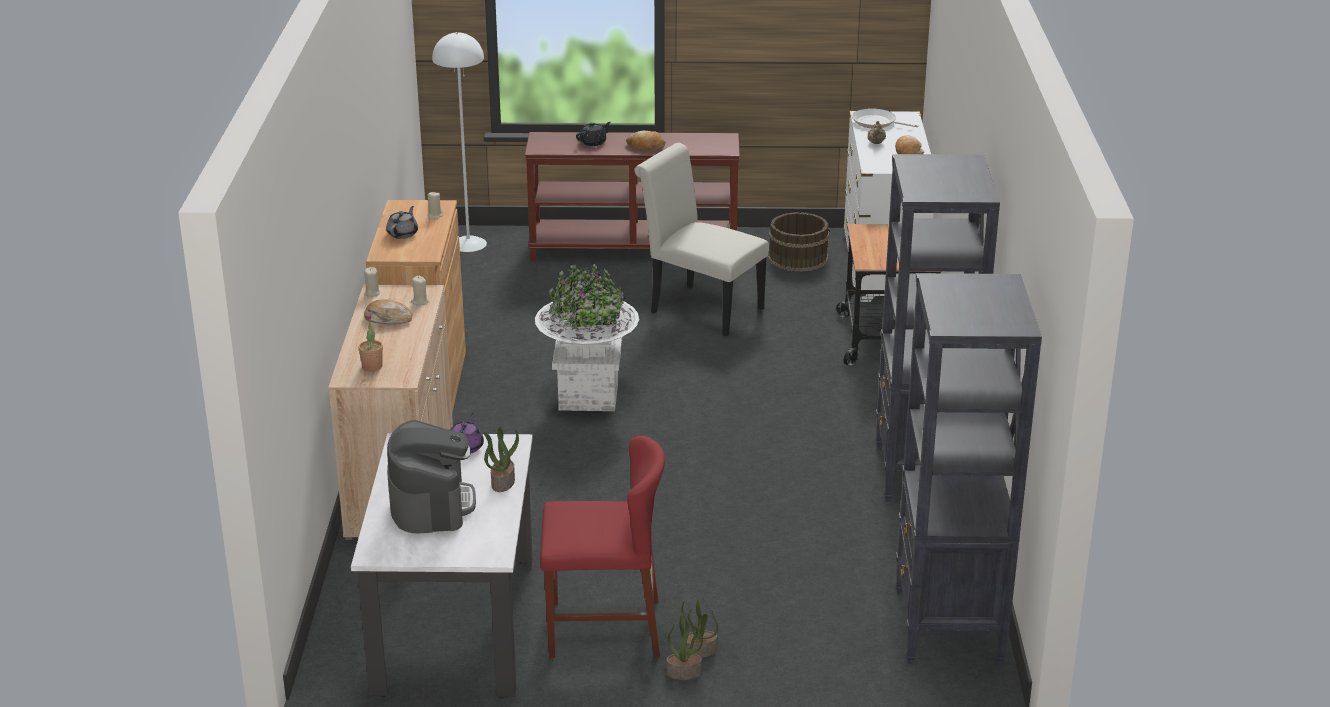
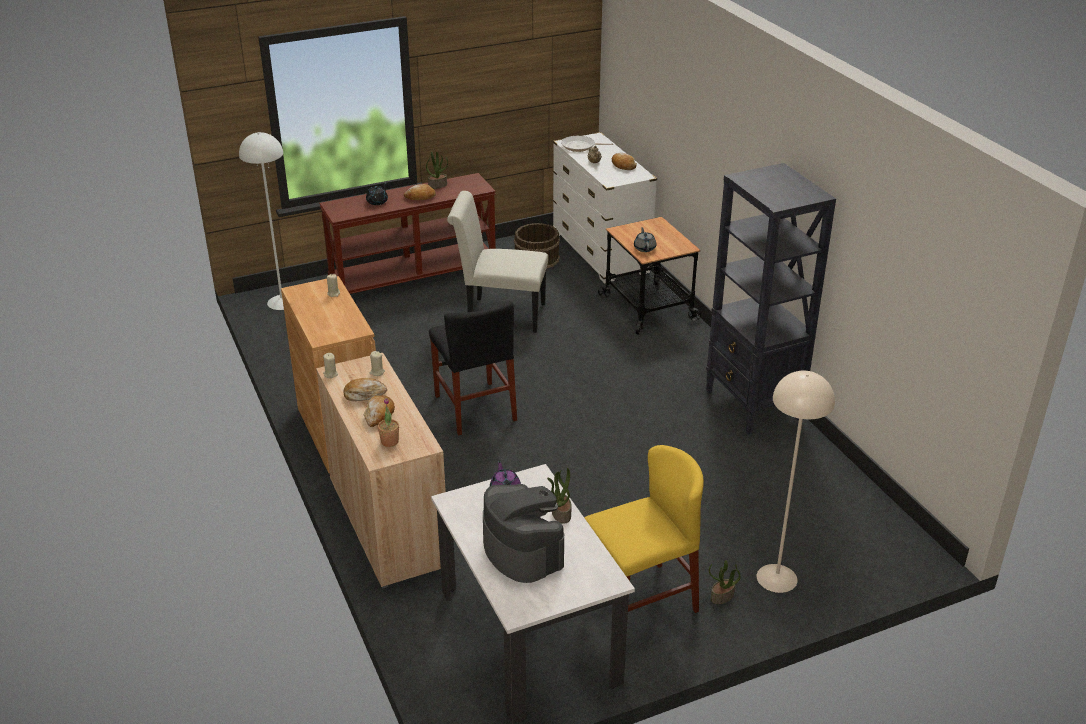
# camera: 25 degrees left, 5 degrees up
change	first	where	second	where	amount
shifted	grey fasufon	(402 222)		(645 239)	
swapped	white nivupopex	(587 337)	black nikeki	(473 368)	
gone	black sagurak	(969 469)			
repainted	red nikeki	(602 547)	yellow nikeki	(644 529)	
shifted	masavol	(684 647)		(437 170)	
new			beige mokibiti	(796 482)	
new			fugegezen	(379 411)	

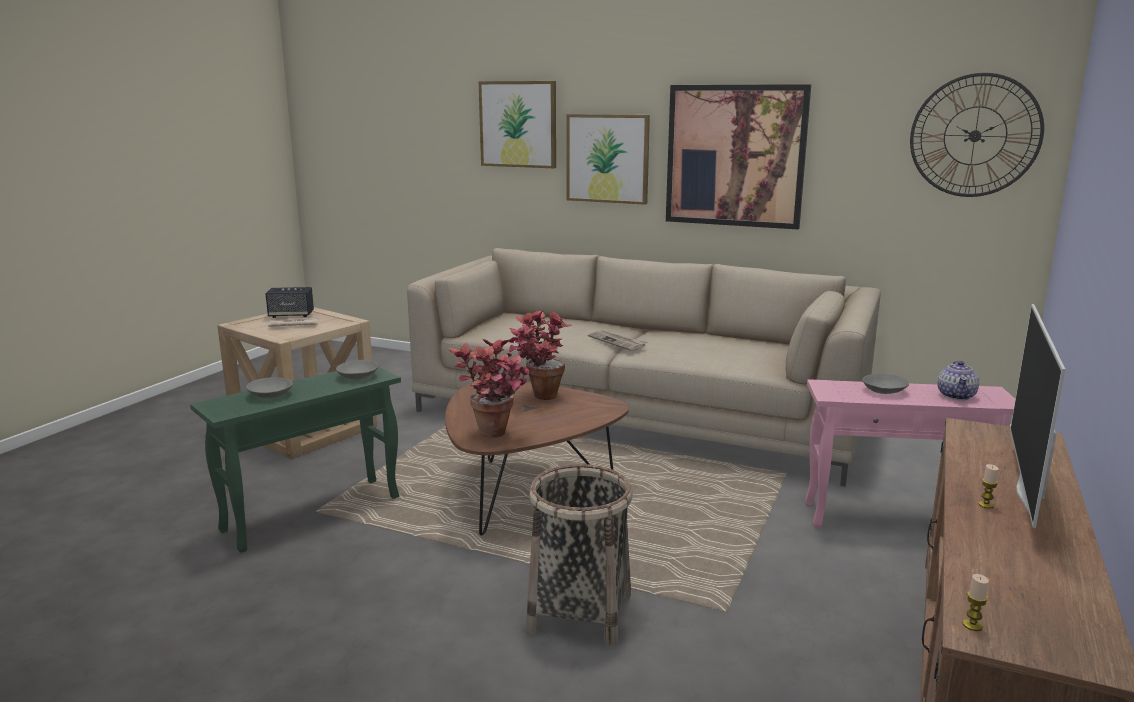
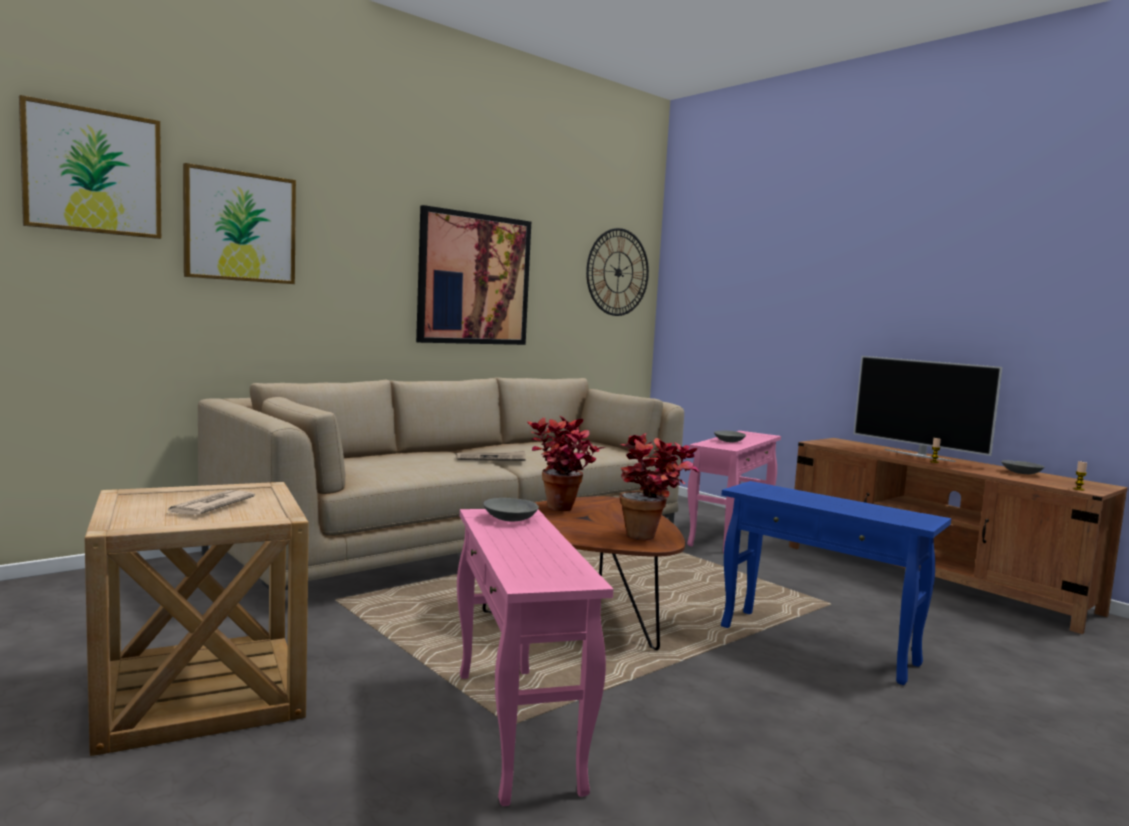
# camera: 65 degrees left, 10 degrees down
change	first	where	second	where	amount
shifted	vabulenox	(608 159)		(90 167)	
gone	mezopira	(289 302)			
gone	fasufon	(958 380)			
repainted	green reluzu	(295 460)	pink reluzu	(535 657)	
shifted	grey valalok	(269 387)		(1022 467)	
swapped	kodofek	(579 555)	blue reluzu	(836 583)	

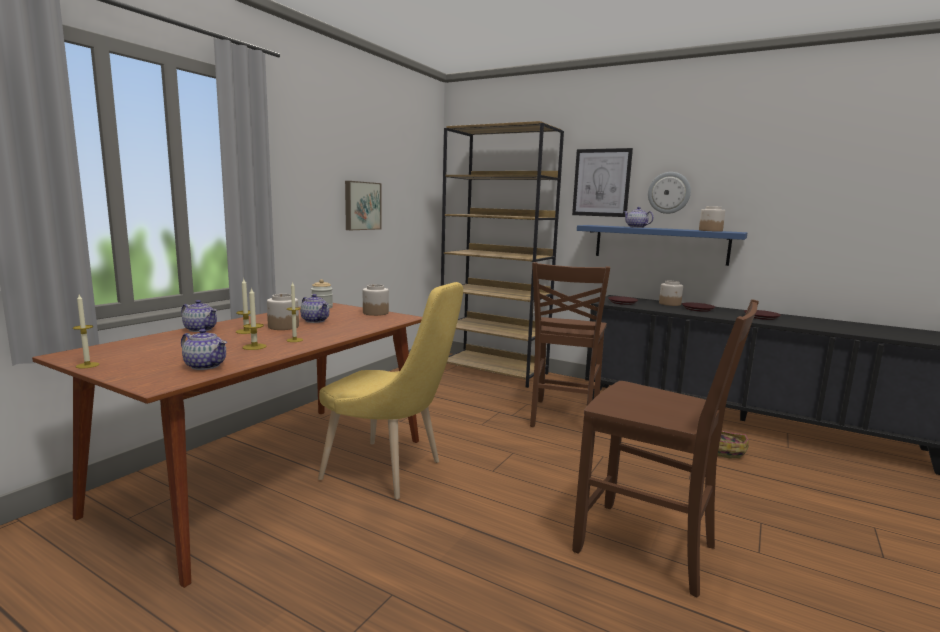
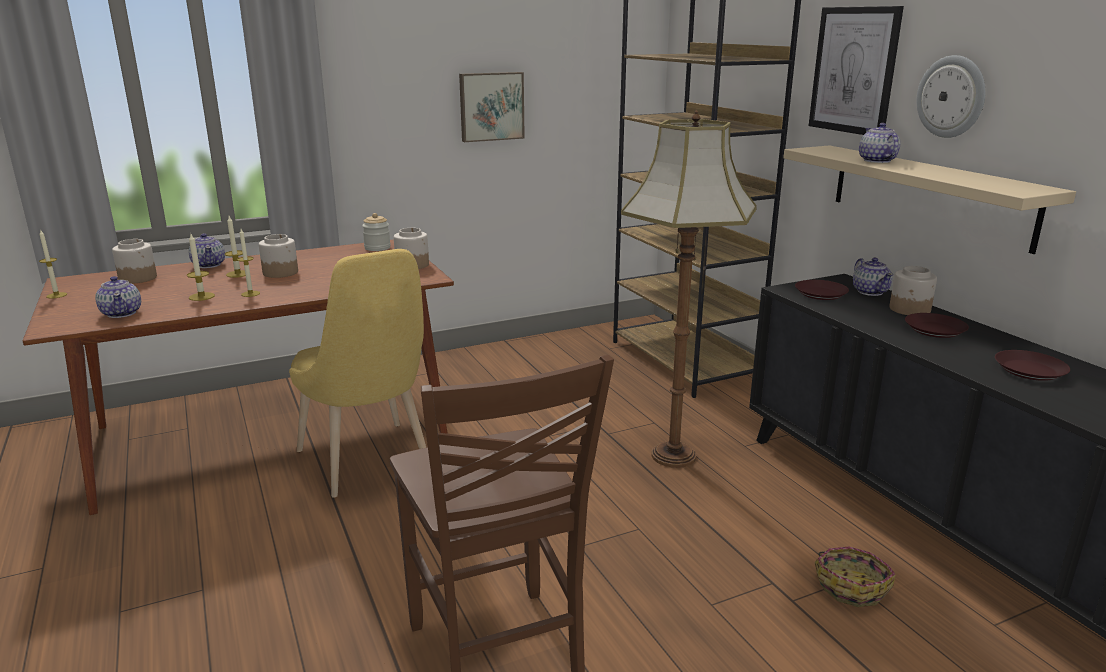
# camera: 35 degrees right, 10 degrees up
change	first	where	second	where	amount
shifted	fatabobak	(712 219)		(134 261)	
repainted	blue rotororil	(662 245)	beige rotororil	(929 199)	
swapped	brown nikeki	(570 344)	mokibiti	(689 288)	
shifted	fasufon	(314 308)		(873 277)	

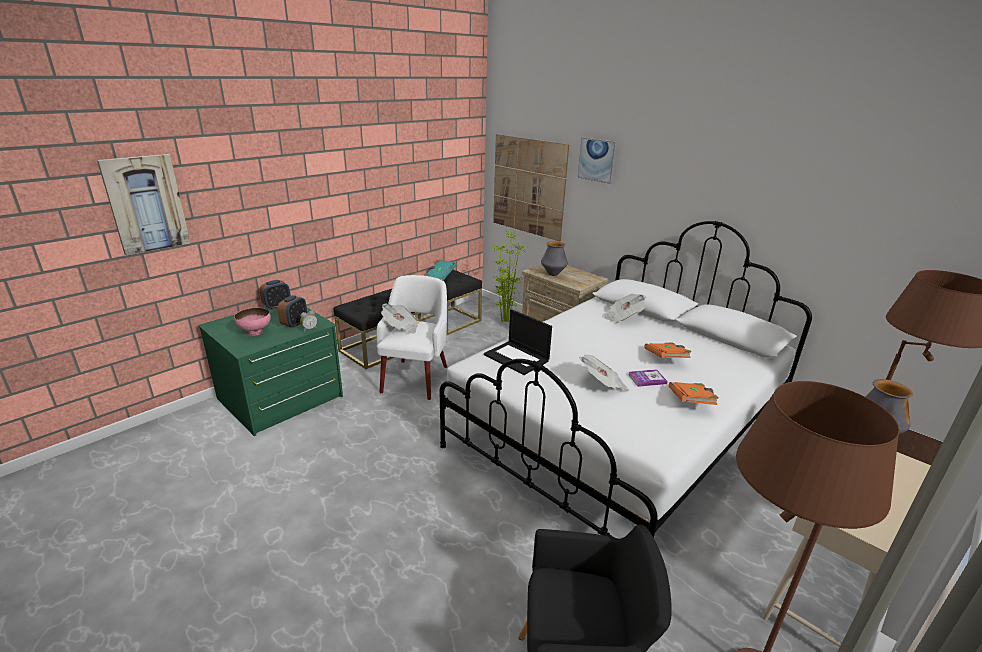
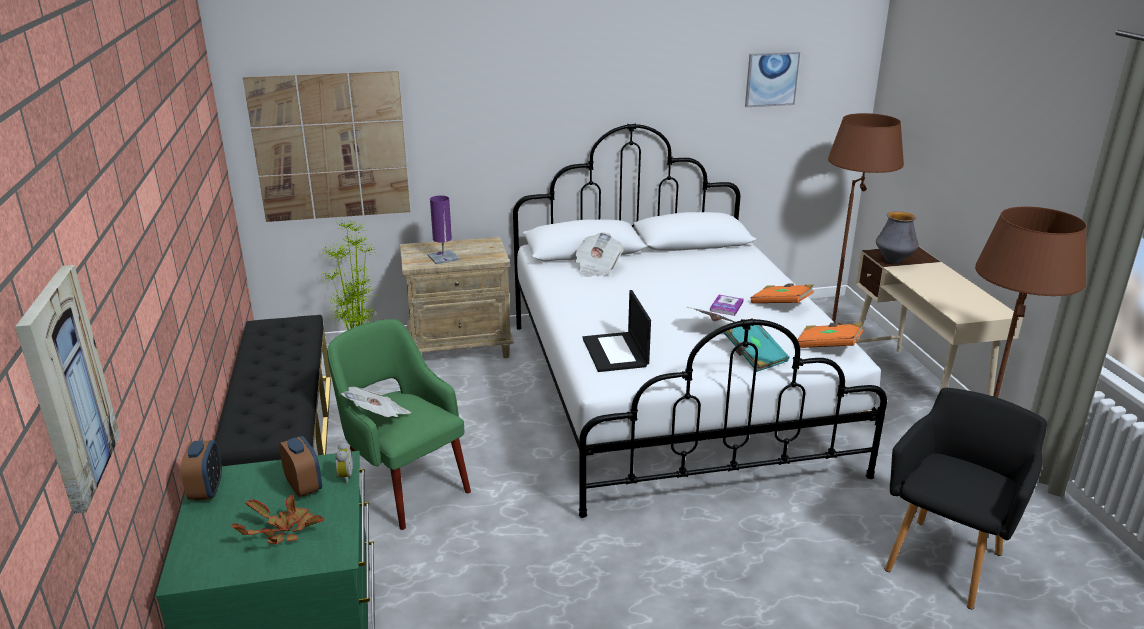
# camera: 55 degrees left, 0 degrees up
change	first	where	second	where	amount
shifted	vabulenox	(597 160)		(772 79)	
swapped	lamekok	(554 258)	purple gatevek	(444 229)	
shifted	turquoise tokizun	(440 270)		(756 348)	
repainted	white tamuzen	(412 337)	green tamuzen	(399 424)	
swapped	pink valalok	(252 321)	masavol	(278 519)	
rotated	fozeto	(518 342)		(617 331)	90 degrees clockwise
shifted	orange tokizun	(667 350)		(830 335)	

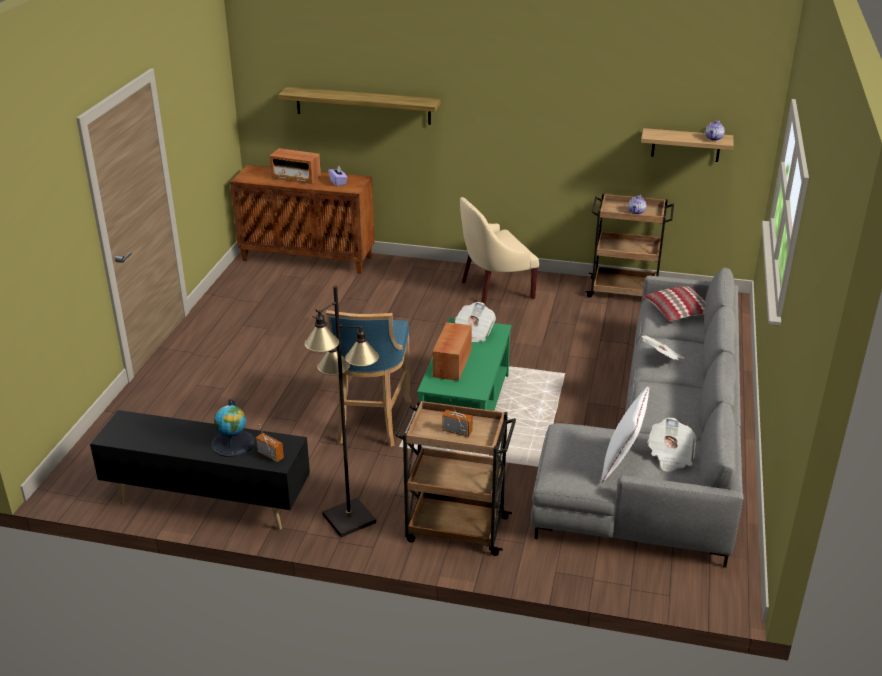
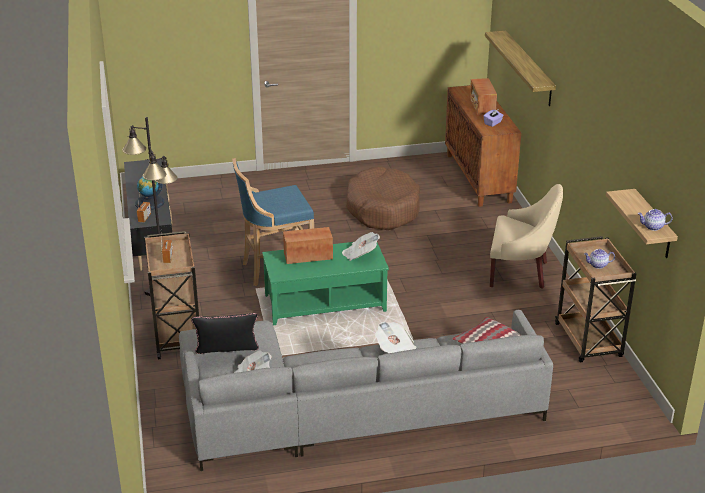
# camera: 65 degrees right, 0 degrees up
change	first	where	second	where	amount
rotated	beige tamuzen	(499 250)		(526 236)	150 degrees clockwise
repainted	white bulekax	(625 434)	black bulekax	(225 333)	
new			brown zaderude	(383 198)	

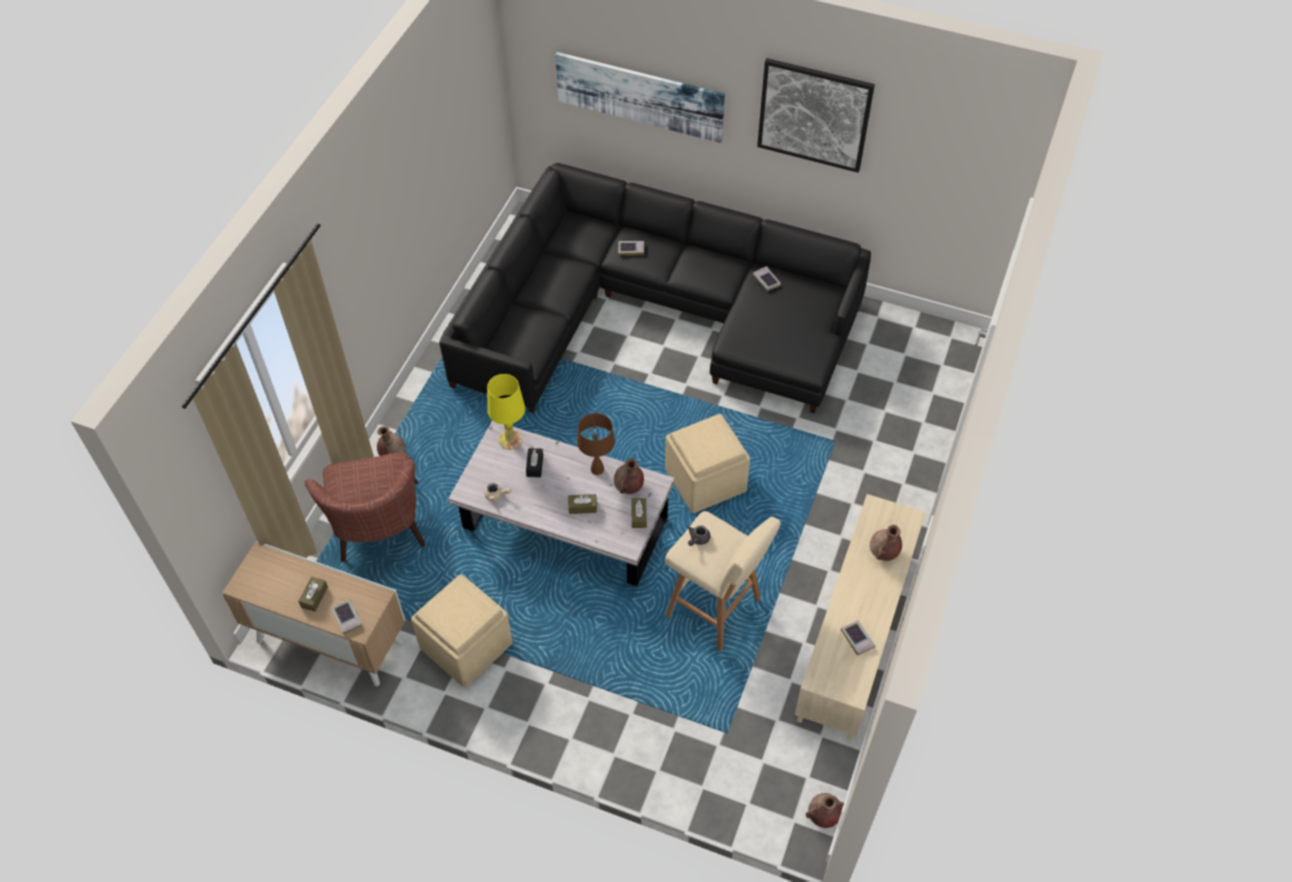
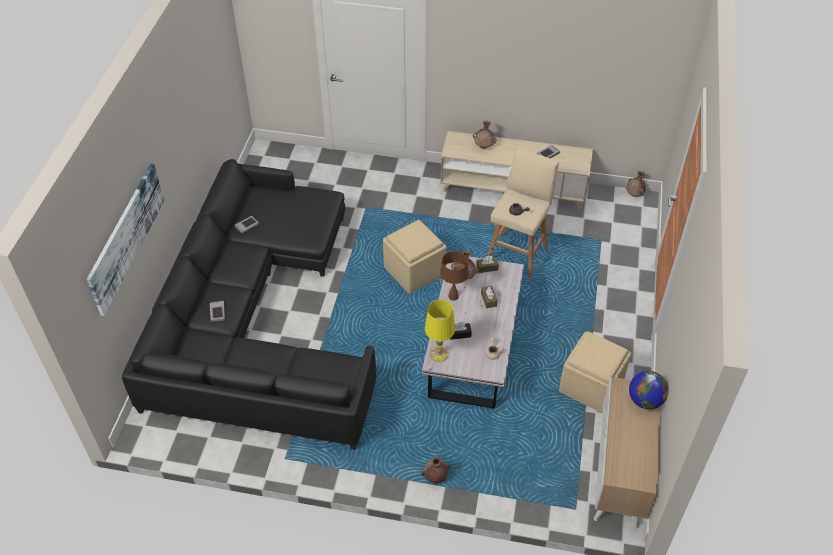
# camera: 100 degrees left, 5 degrees down
change	first	where	second	where	amount
gone	vabulenox	(816 115)			
gone	brown tamuzen	(364 507)			
gone	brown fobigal	(313 594)			
swapped	tokizun	(347 617)	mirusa	(648 390)	

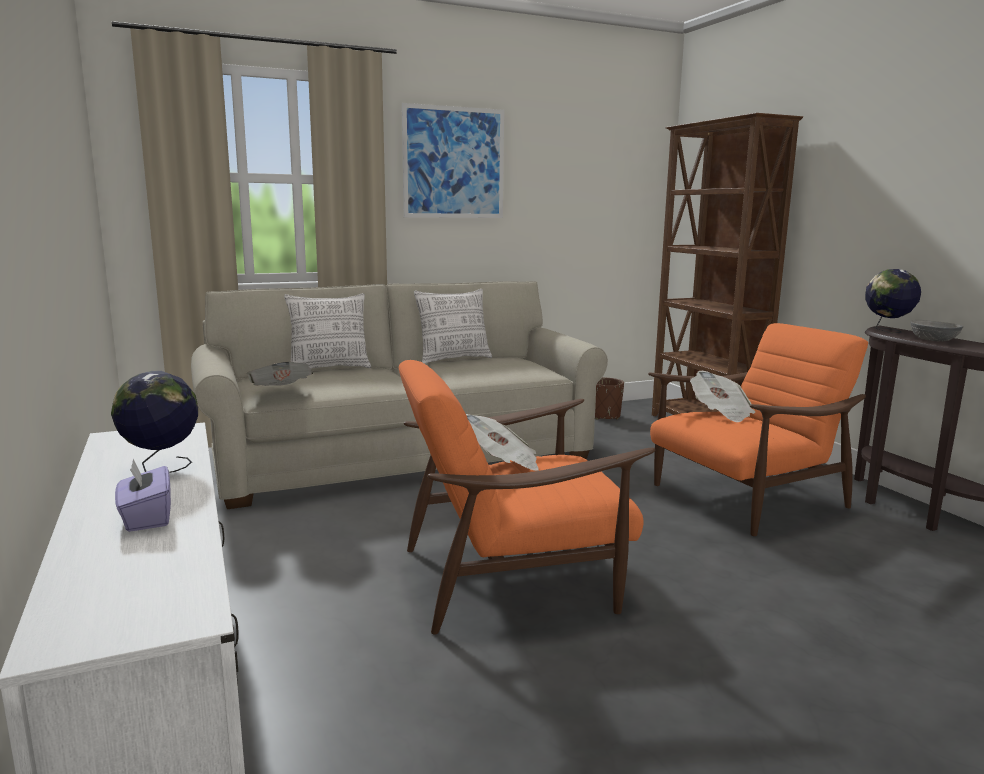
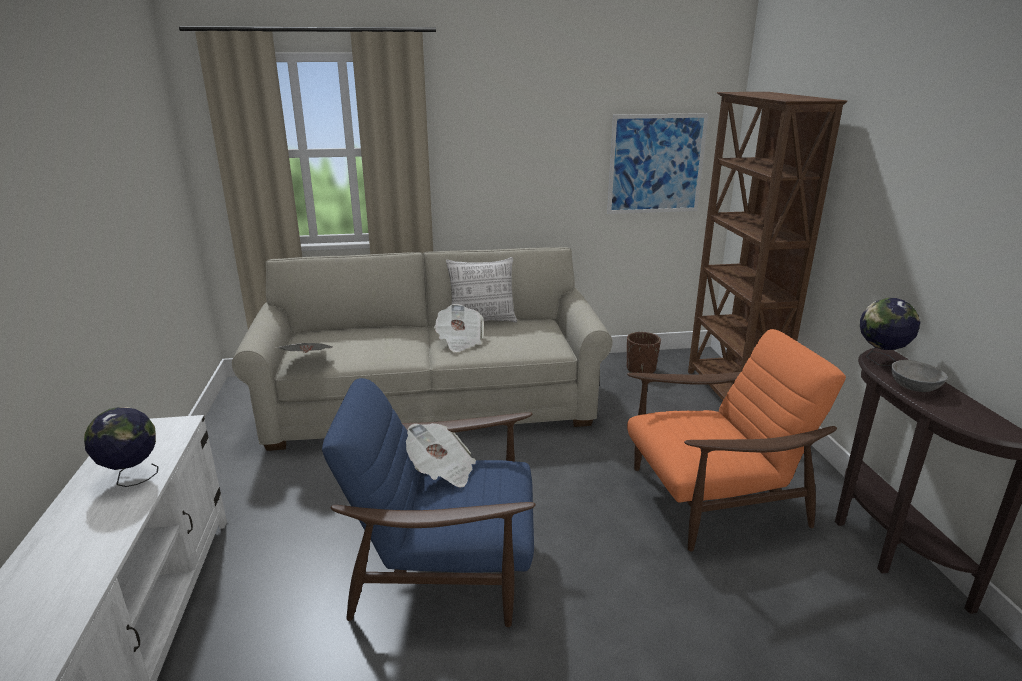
# camera: 15 degrees right, 10 degrees up
change	first	where	second	where	amount
shifted	vabulenox	(453 160)		(657 163)	
gone	bulekax	(327 331)			
repainted	orange tamuzen	(527 497)	blue tamuzen	(429 502)	
shifted	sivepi	(722 396)		(459 328)	
gone	purple fobigal	(143 495)			

